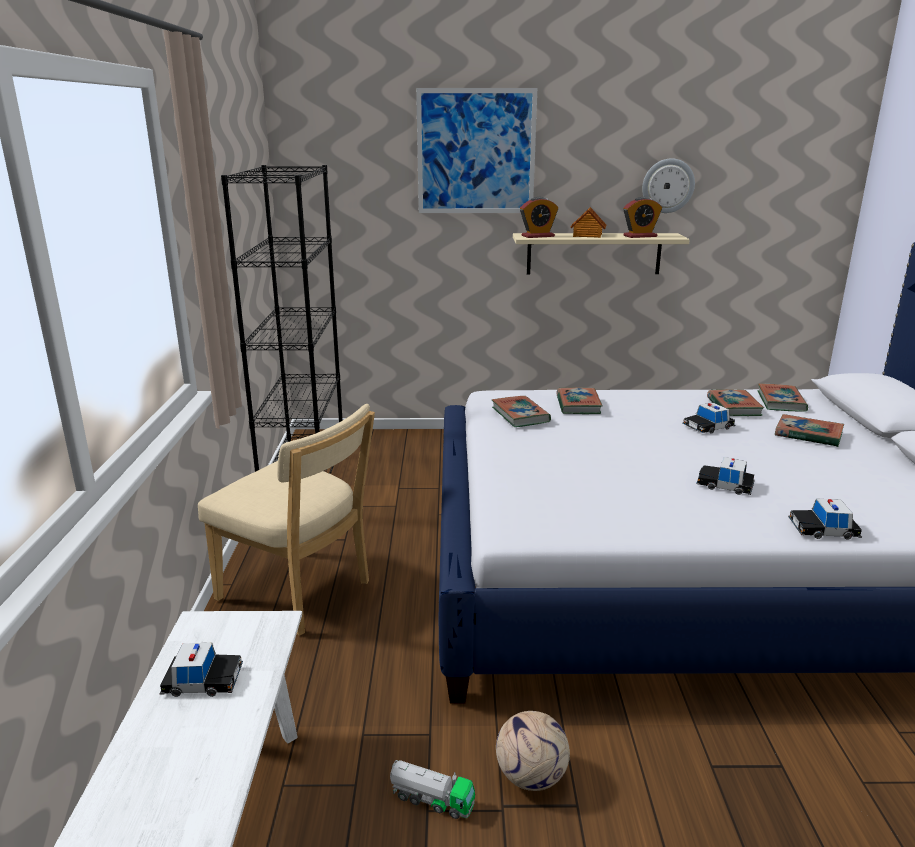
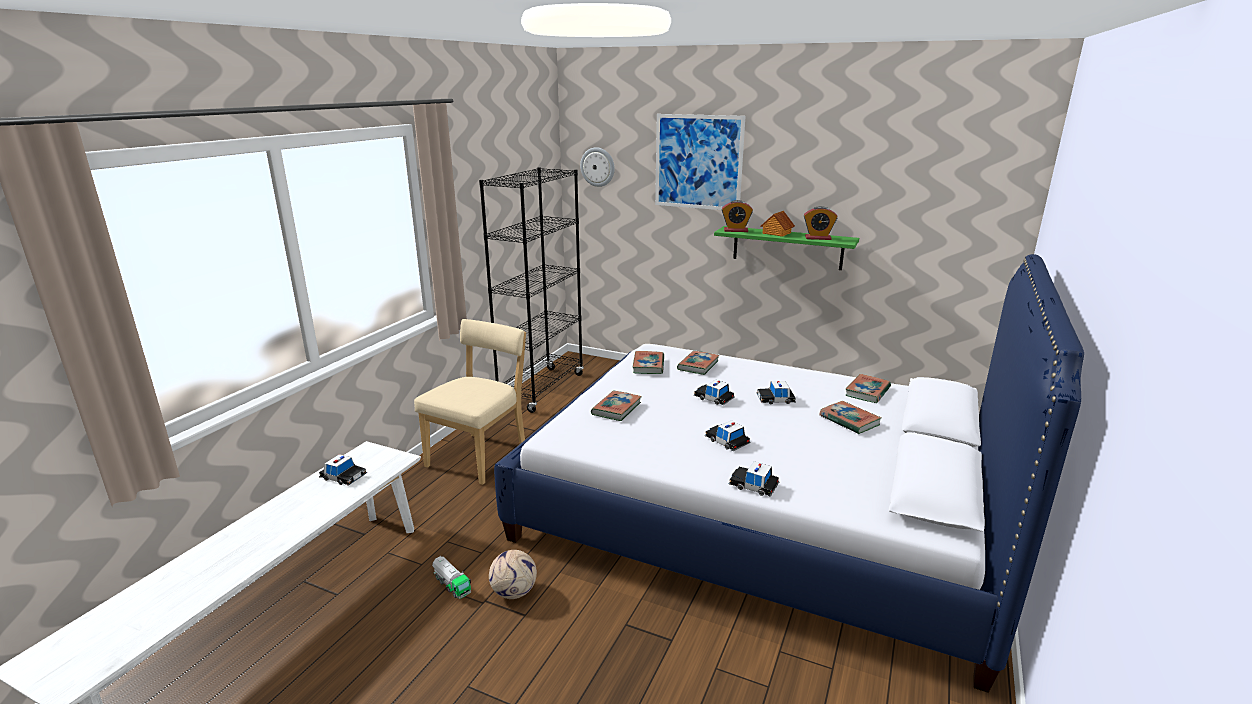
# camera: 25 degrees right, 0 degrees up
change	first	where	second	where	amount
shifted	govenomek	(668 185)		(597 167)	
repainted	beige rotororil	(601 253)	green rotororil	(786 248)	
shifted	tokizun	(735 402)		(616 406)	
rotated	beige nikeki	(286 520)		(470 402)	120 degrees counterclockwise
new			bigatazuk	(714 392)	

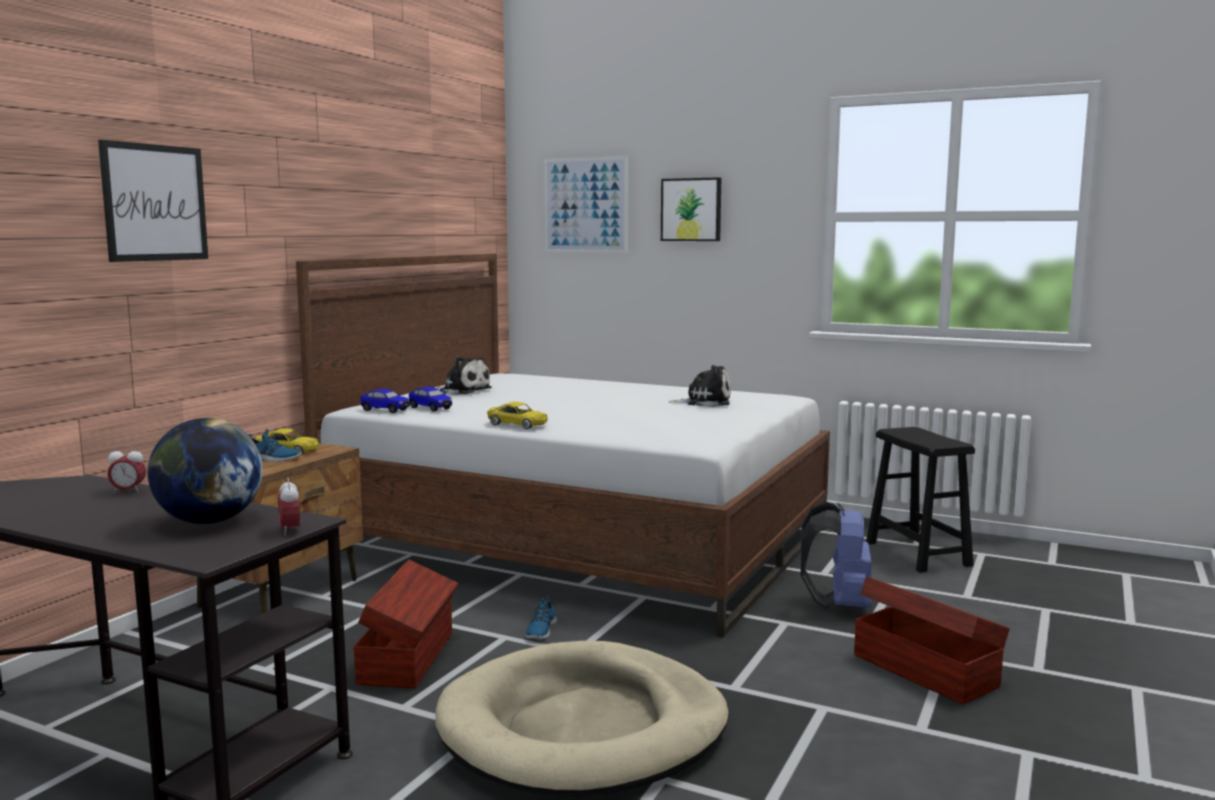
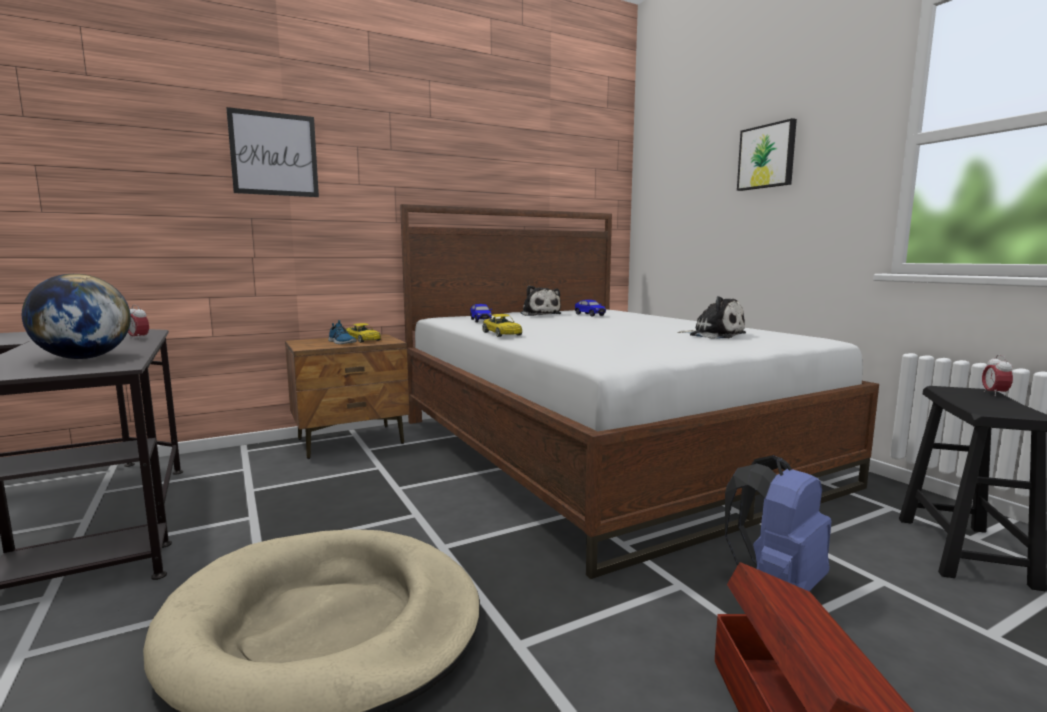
# camera: 35 degrees right, 0 degrees up
change	first	where	second	where	amount
gone	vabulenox	(586 204)			
shifted	bigatazuk	(385 401)		(590 308)	
shifted	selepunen	(289 506)		(997 375)	
gone	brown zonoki	(406 623)			
gone	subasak	(541 617)			

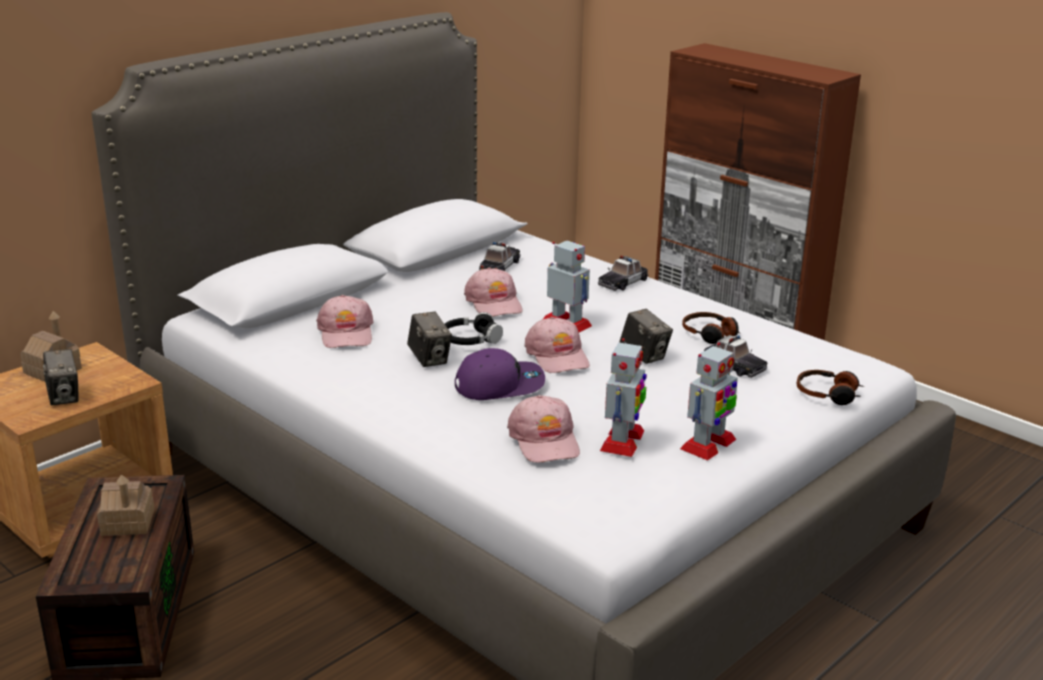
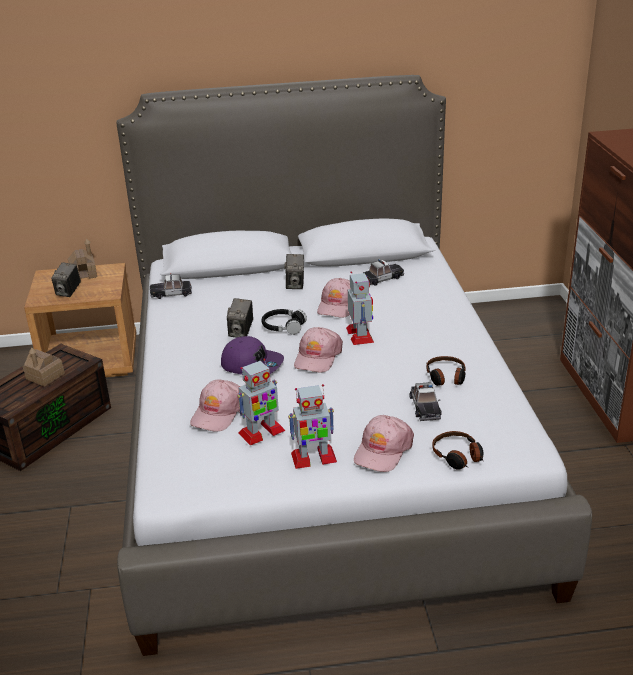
# camera: 40 degrees right, 5 degrees up
change	first	where	second	where	amount
shifted	bigatazuk	(623 273)		(171 286)	
shifted	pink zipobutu	(345 321)		(384 443)	
shifted	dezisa	(646 336)		(294 271)	

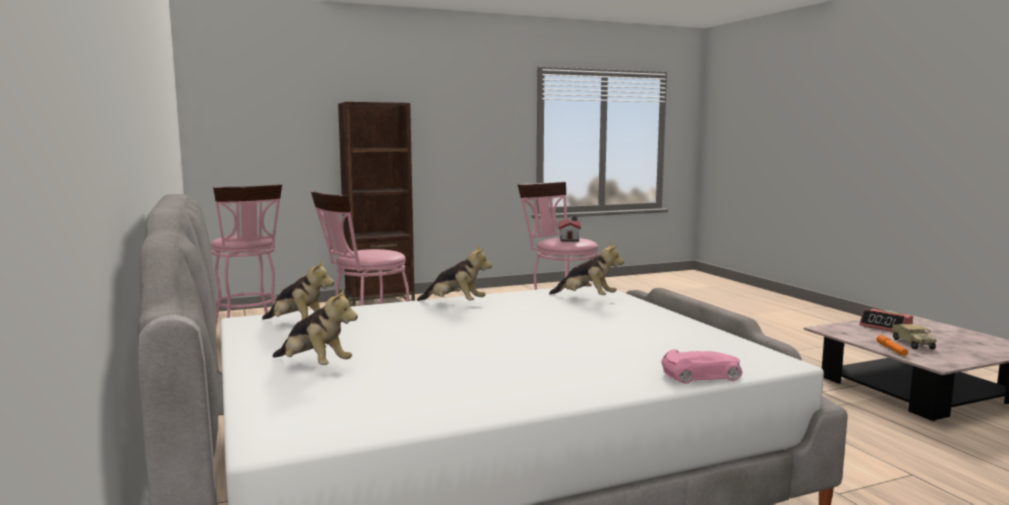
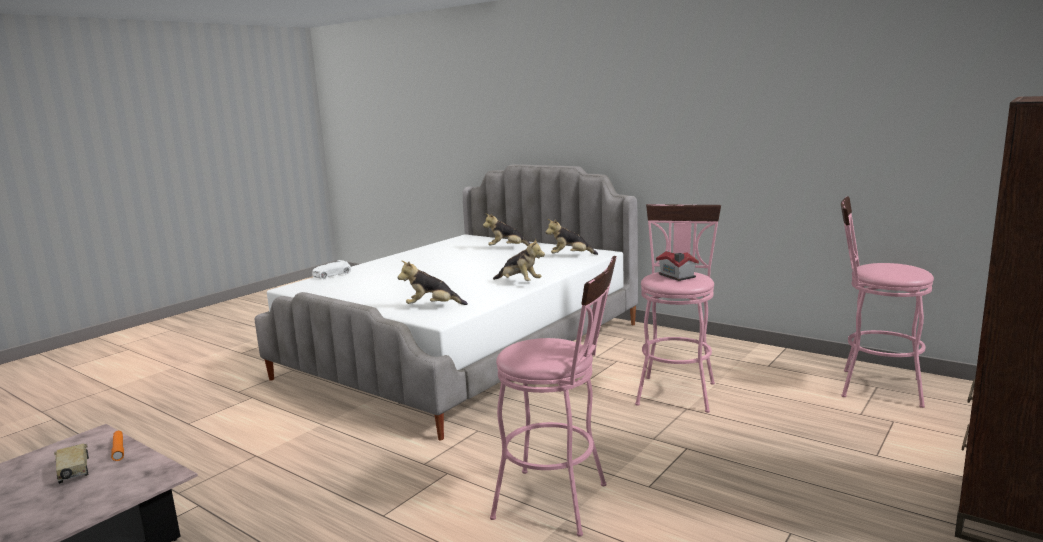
# camera: 150 degrees right, 5 degrees up
change	first	where	second	where	amount
shifted	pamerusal	(570 229)		(677 266)	
rotated	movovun	(454 273)		(519 260)	135 degrees counterclockwise
gone	selepunen	(886 320)			
repainted	pink bigatazuk	(701 366)	white bigatazuk	(331 269)	

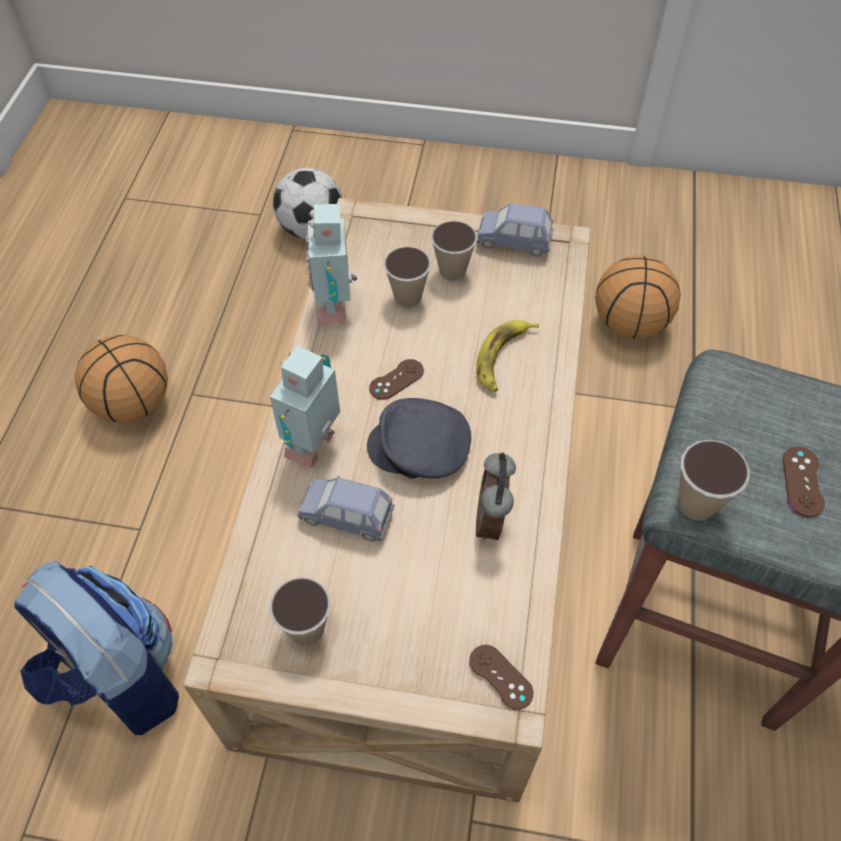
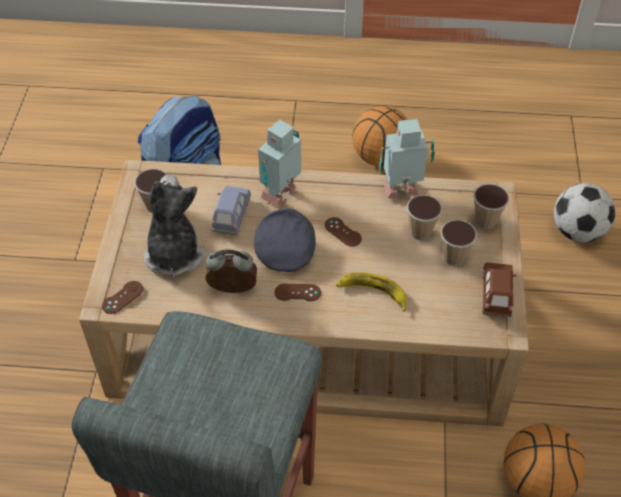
# camera: 85 degrees right, 5 degrees down
change	first	where	second	where	amount
repainted	blue bigatazuk	(515 230)	brown bigatazuk	(499 289)	
rotated	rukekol	(305 407)		(279 163)	75 degrees counterclockwise
shifted	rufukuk	(714 480)		(491 206)	
shifted	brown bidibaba	(804 481)		(298 292)	
new			movovun	(174 225)	

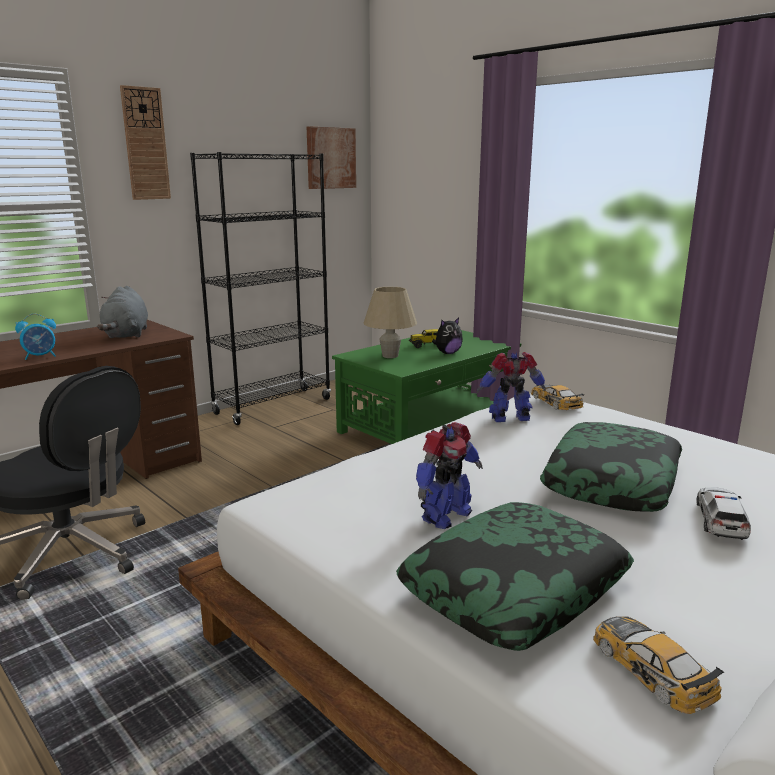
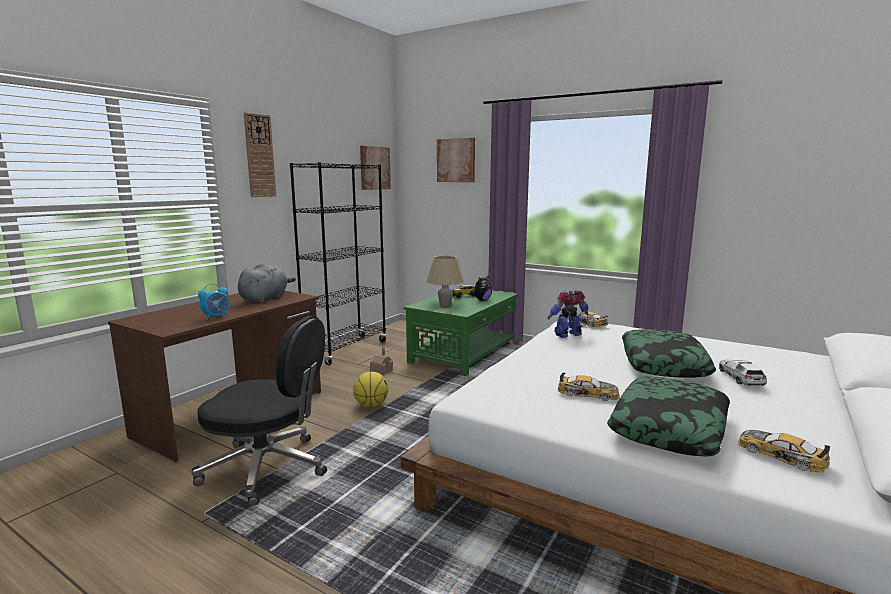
# camera: 15 degrees left, 5 degrees down
change	first	where	second	where	amount
rotated	grey movovun	(122 312)		(267 283)	135 degrees counterclockwise
swapped	rukekol	(449 475)	bigatazuk	(588 387)	
new			vabulenox	(456 160)	
new			pamerusal	(381 360)	
new			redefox	(371 389)	

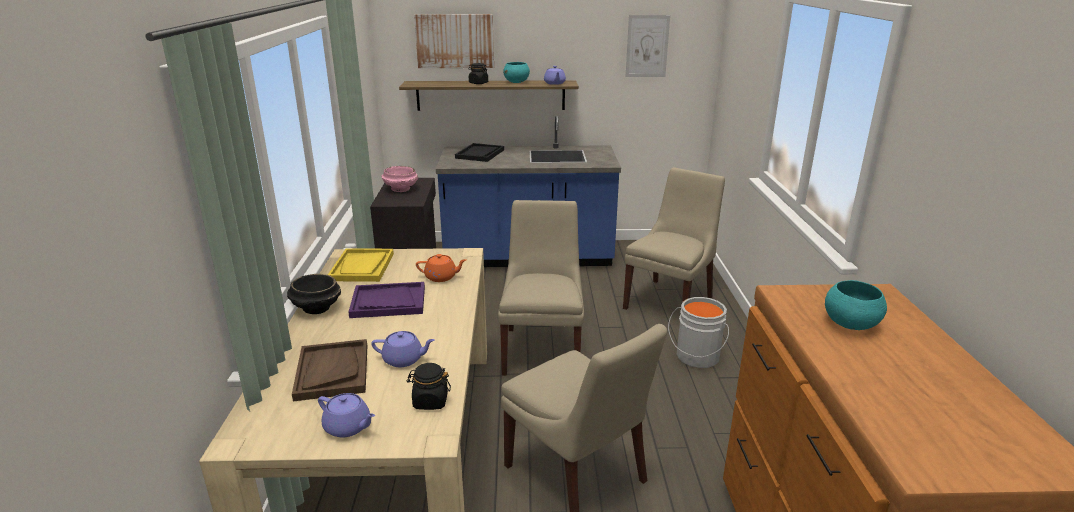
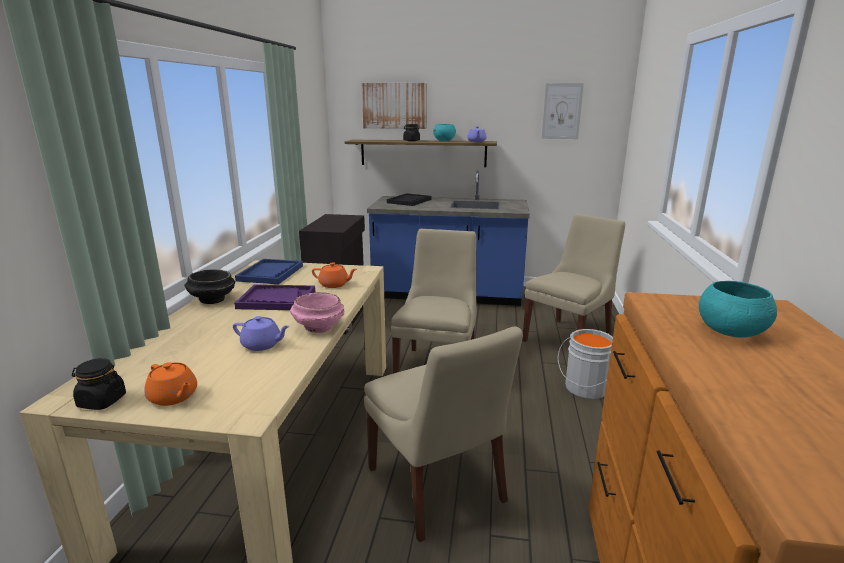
# camera: 10 degrees right, 5 degrees down
change	first	where	second	where	amount
shifted	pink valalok	(400 179)		(317 312)	
repainted	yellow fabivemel	(361 265)	blue fabivemel	(269 271)	
gone	brown fabivemel	(329 370)			
shifted	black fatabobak	(429 386)		(99 384)	
repainted	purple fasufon	(346 415)	orange fasufon	(170 384)	

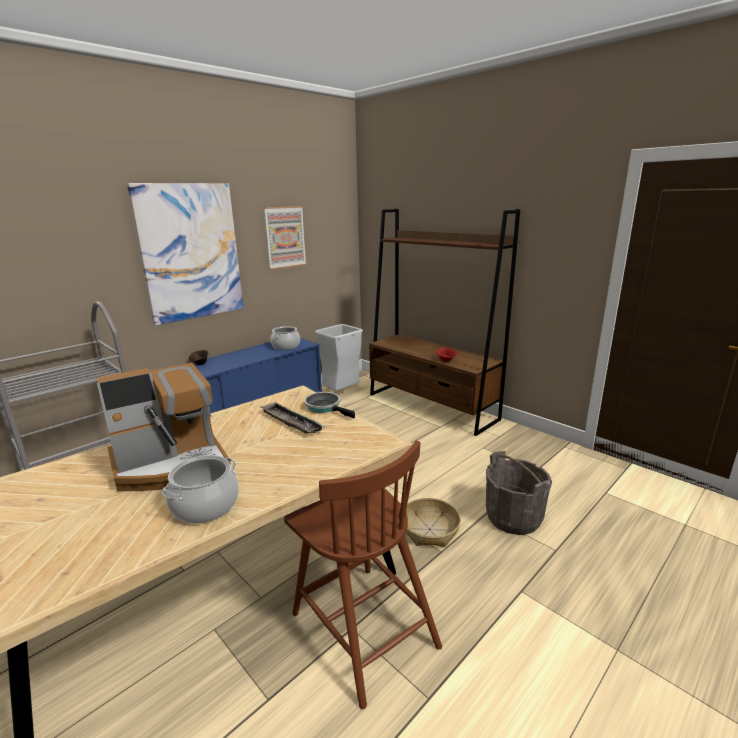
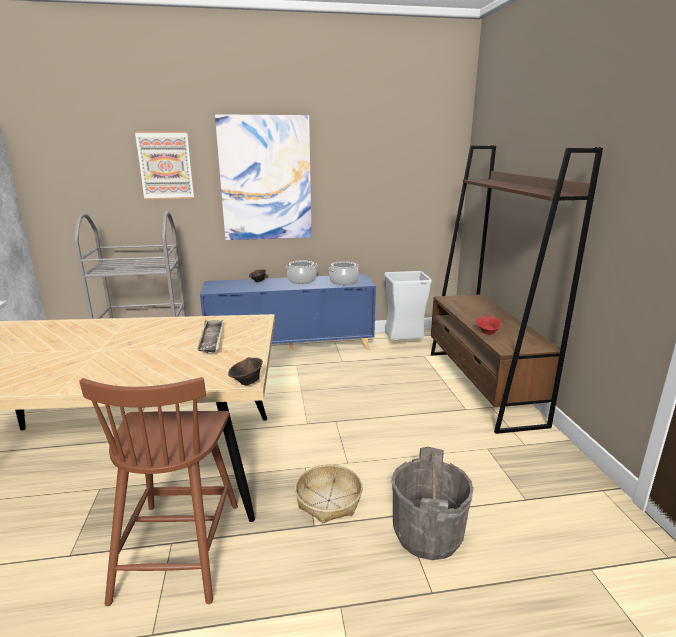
# camera: 35 degrees right, 0 degrees up
change	first	where	second	where	amount
shifted	vabulenox	(285 238)		(164 165)	
gone	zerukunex	(164 427)			
gone	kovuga	(329 405)			
shifted	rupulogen	(200 489)		(301 272)	
new			brown valalok	(245 371)	

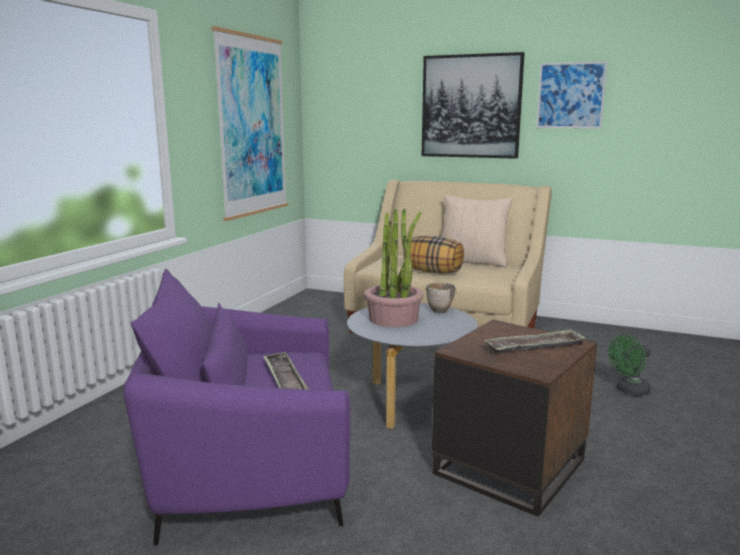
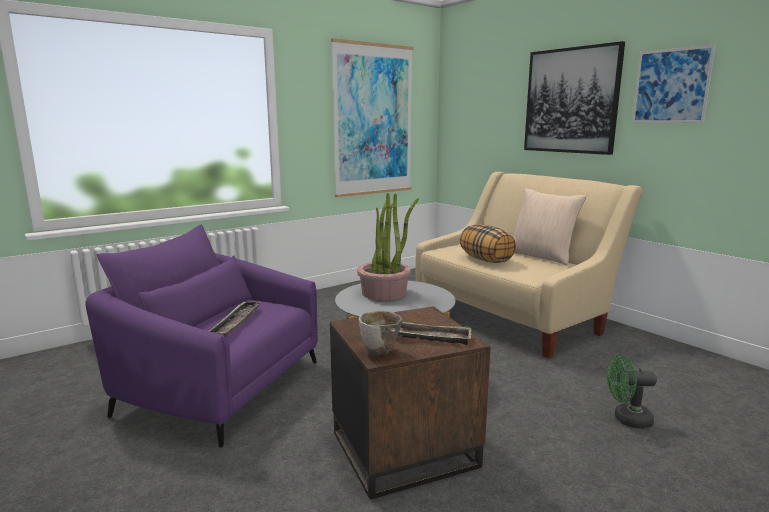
# camera: 30 degrees right, 0 degrees up
change	first	where	second	where	amount
shifted	valalok	(441 297)		(380 334)	

